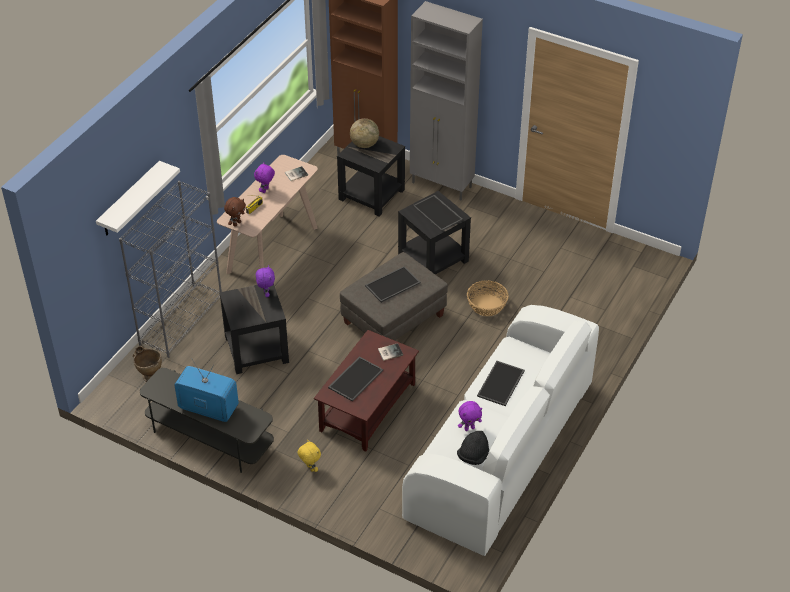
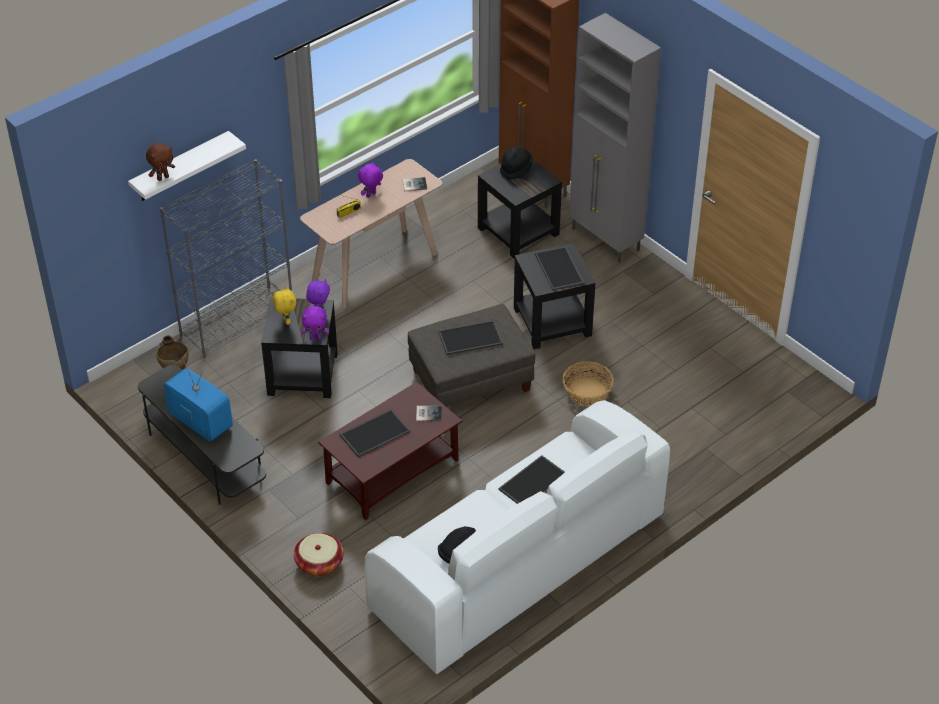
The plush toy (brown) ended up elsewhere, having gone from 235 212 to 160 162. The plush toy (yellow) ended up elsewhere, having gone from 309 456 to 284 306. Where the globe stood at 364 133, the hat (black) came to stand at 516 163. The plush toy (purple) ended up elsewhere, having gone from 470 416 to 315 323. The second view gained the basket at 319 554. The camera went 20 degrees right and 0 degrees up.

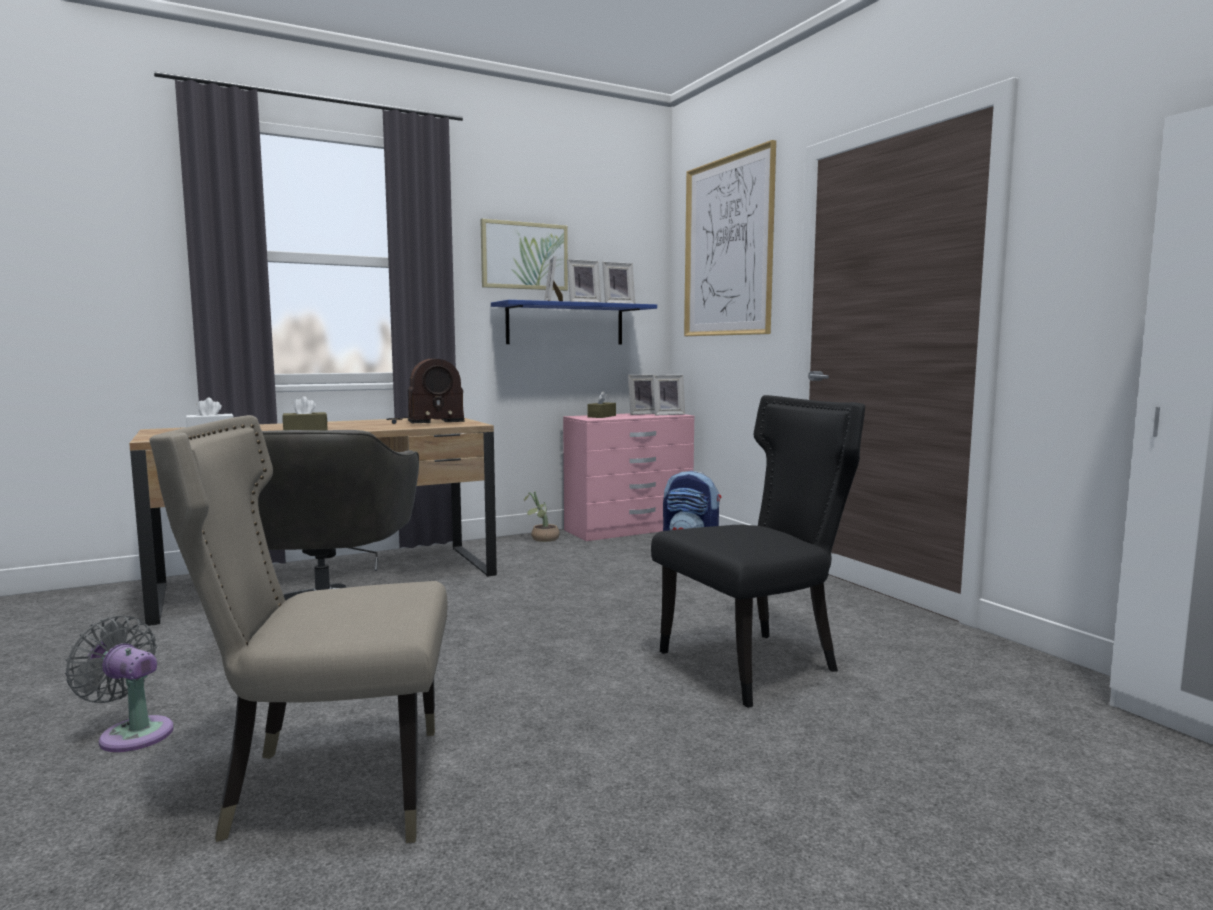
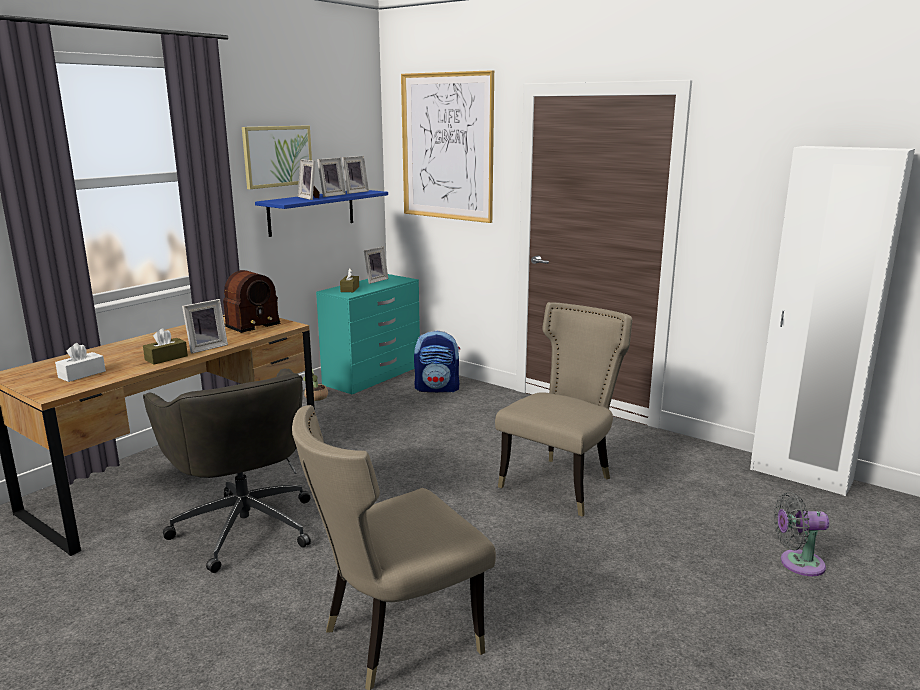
The fan (grey) ended up elsewhere, having gone from 119 683 to 801 534. What was the dresser (pink) at 628 477 turned into the dresser (turquoise) at 368 334. What was the chair (black) at 758 551 turned into the chair (beige) at 563 409. The picture frame ended up elsewhere, having gone from 669 395 to 205 326. The camera went 25 degrees left and 10 degrees up.

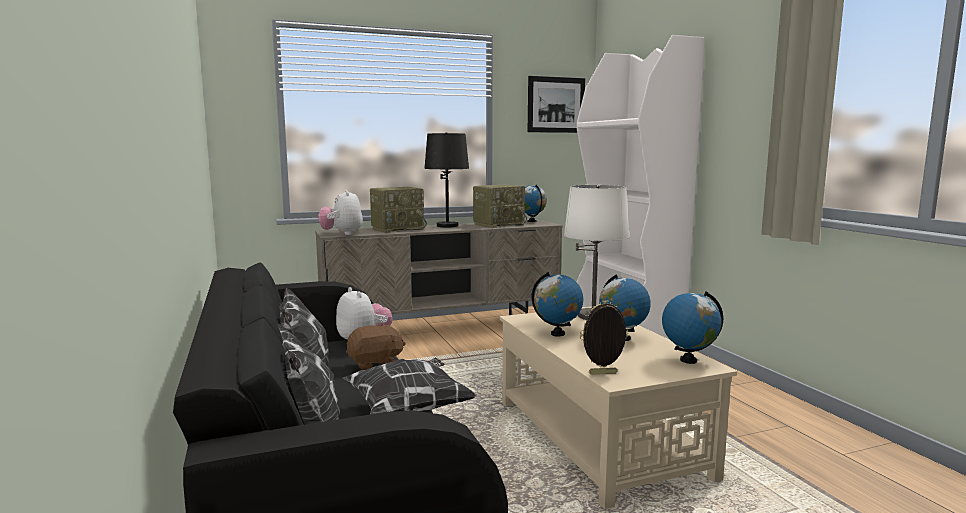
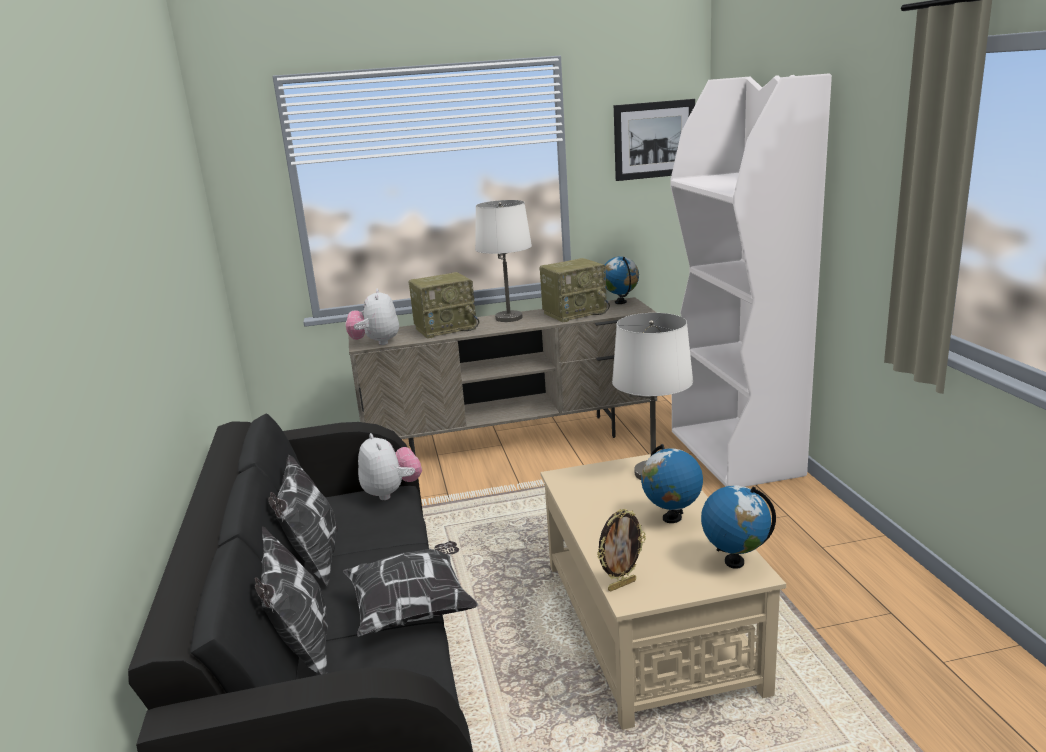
The second view lost the plush toy (brown) at 376 347. What was the table lamp (black) at 446 180 turned into the table lamp (white) at 503 261. The second view lost the globe at 558 304. The picture frame at 604 337 ended up facing another way, 150 degrees clockwise from before. The camera went 10 degrees right and 10 degrees up.

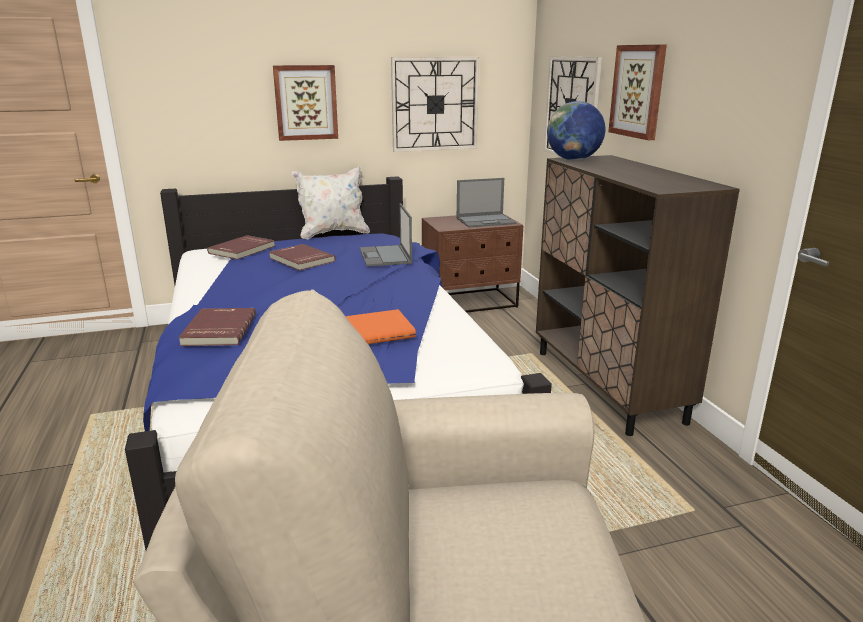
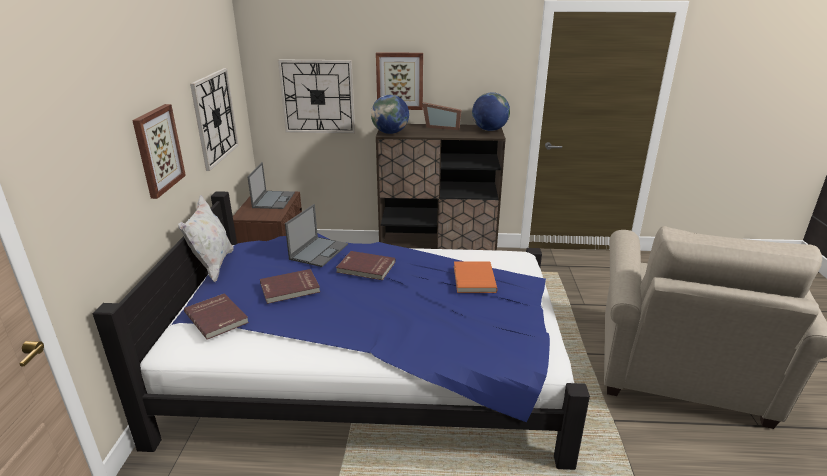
The book (red) ended up elsewhere, having gone from 217 327 to 365 265. The laptop at 386 234 ended up facing another way, 75 degrees counterclockwise from before. The second view gained the picture frame at 441 116. The second view gained the globe at 491 111. The camera went 70 degrees left and 5 degrees up.

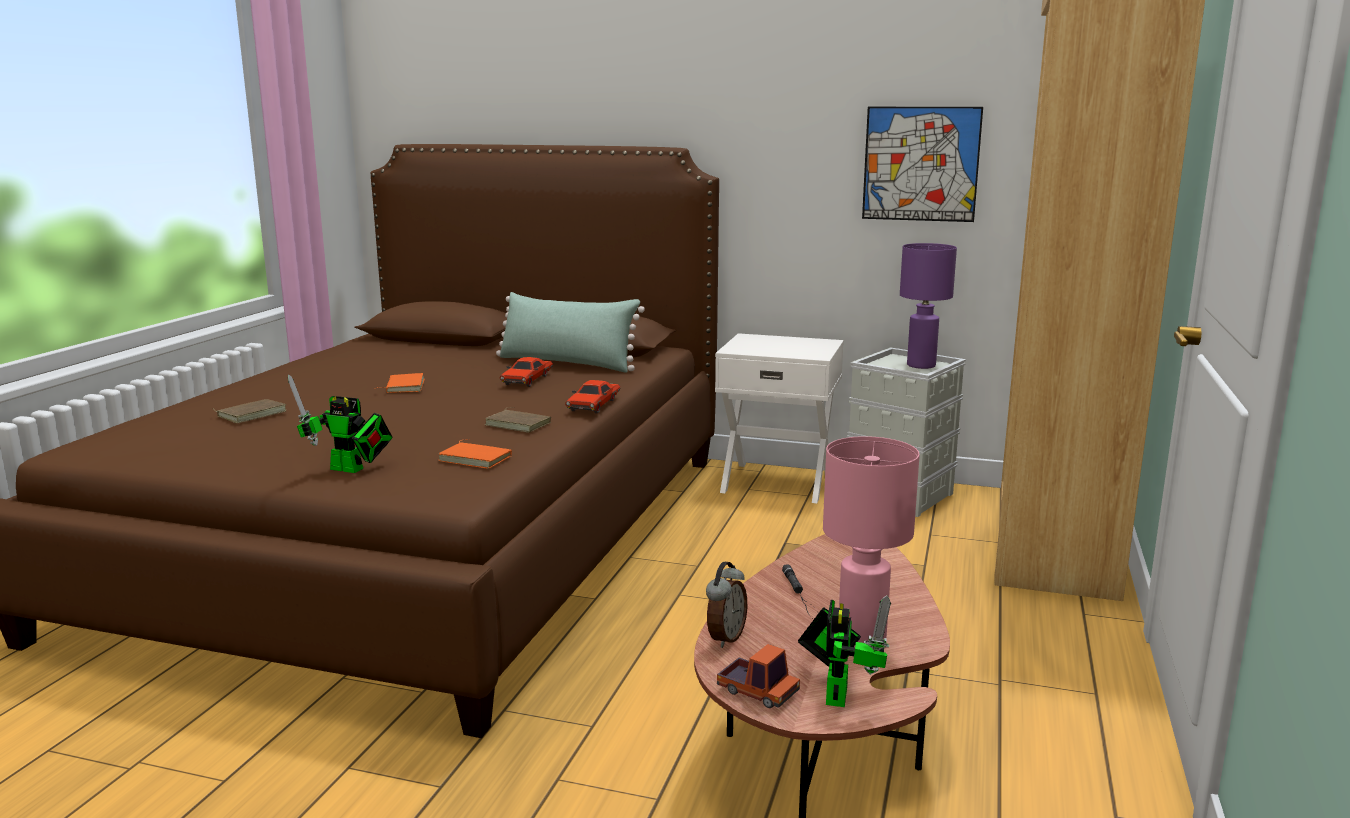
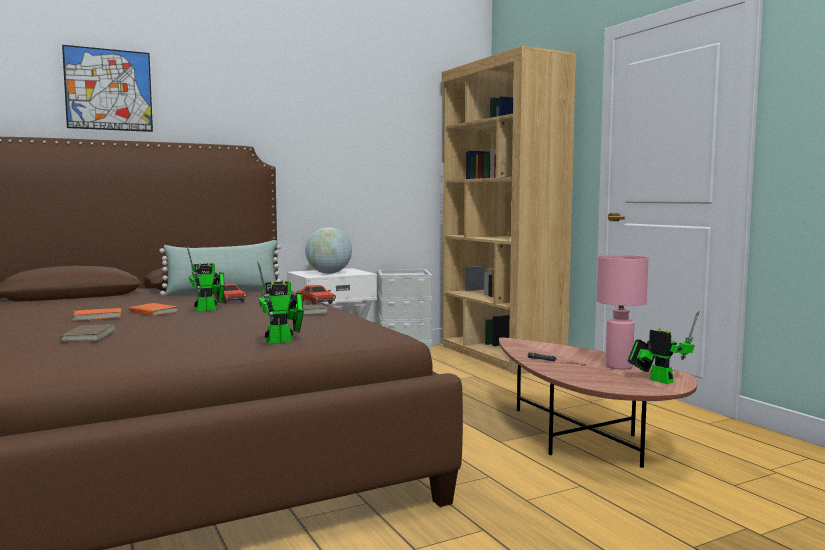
The book (orange) ended up elsewhere, having gone from 475 454 to 97 314. The second view lost the alarm clock at 726 605. The second view lost the toy truck at 758 676. The picture ended up elsewhere, having gone from 922 164 to 107 88. The second view lost the table lamp (purple) at 928 306. The second view gained the toy robot at 206 279. The second view gained the globe at 328 250. The camera went 45 degrees left and 10 degrees down.

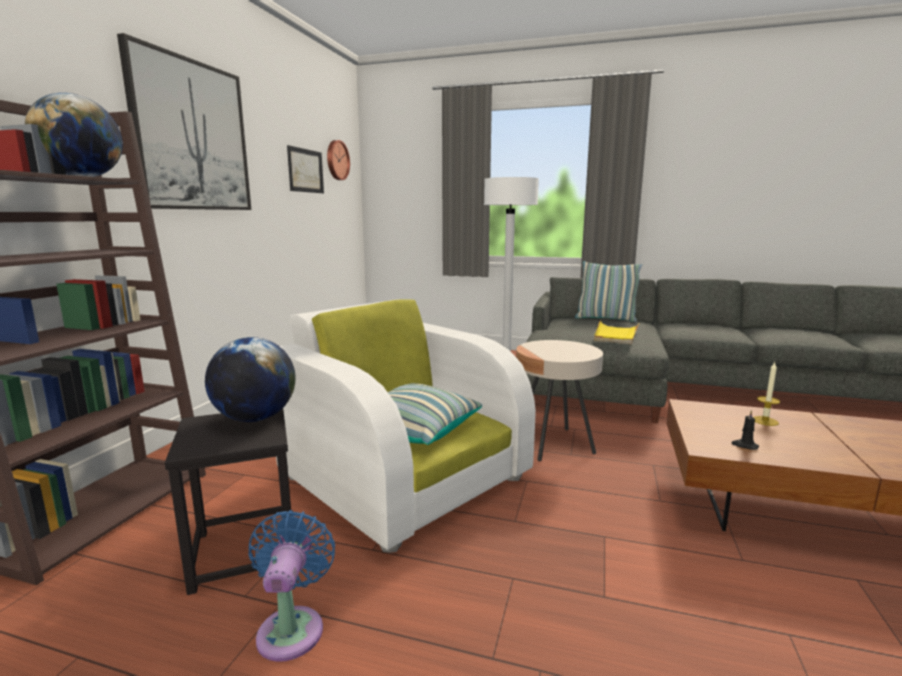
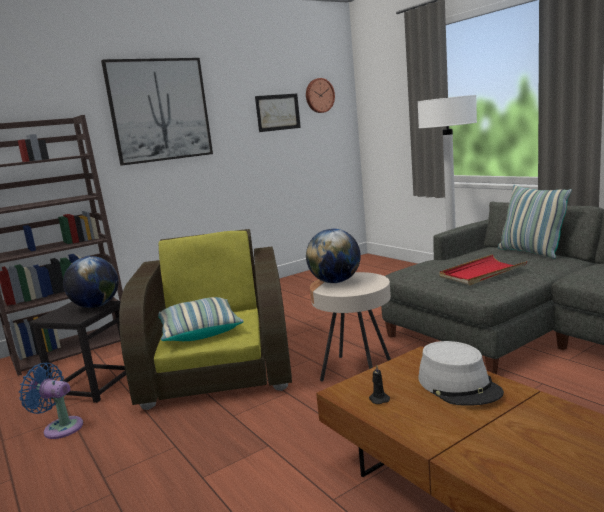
The globe ended up elsewhere, having gone from 74 135 to 333 256. The fan (blue) at 291 586 ended up facing another way, 105 degrees counterclockwise from before. What was the armchair (white) at 406 426 turned into the armchair (brown) at 205 319. What was the tray (yellow) at 616 332 turned into the tray (red) at 483 269. Where the candle stood at 766 394, the hat (grey) came to stand at 461 373. The camera went 40 degrees right and 0 degrees up.

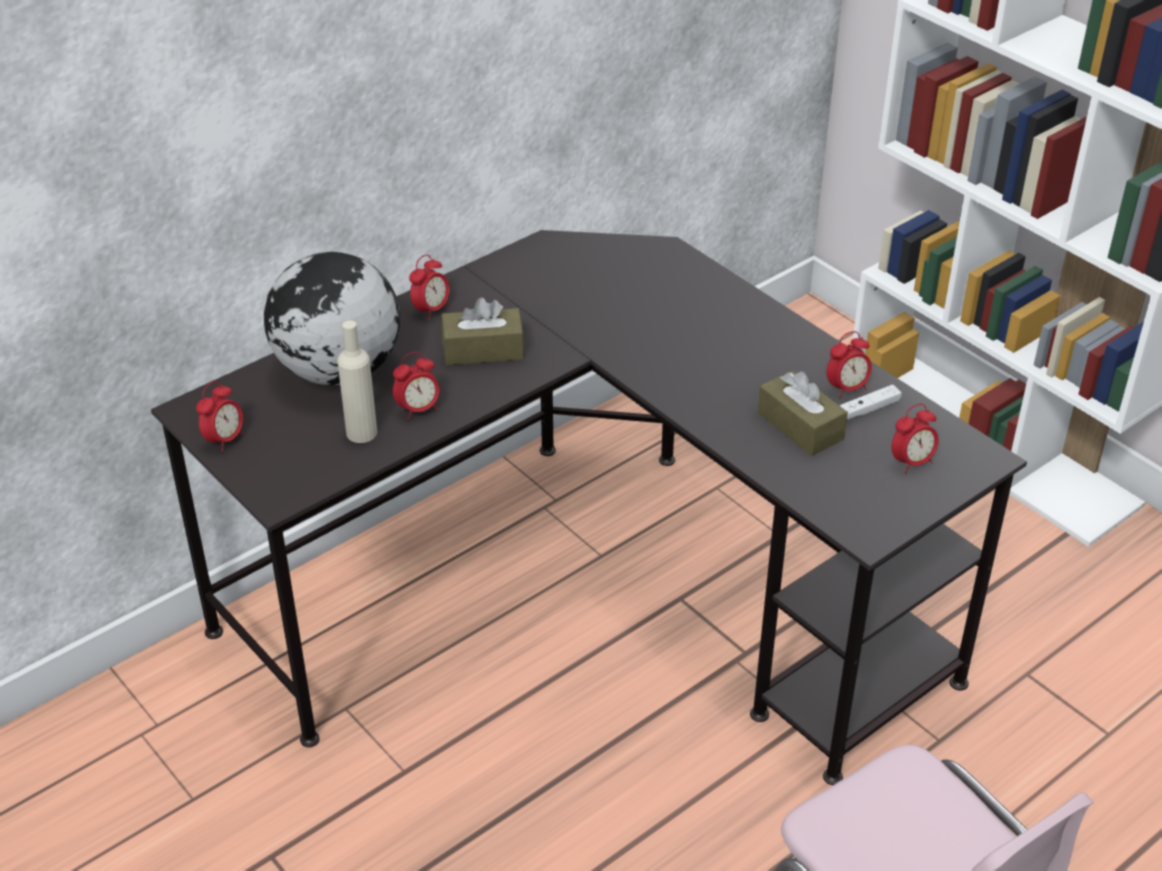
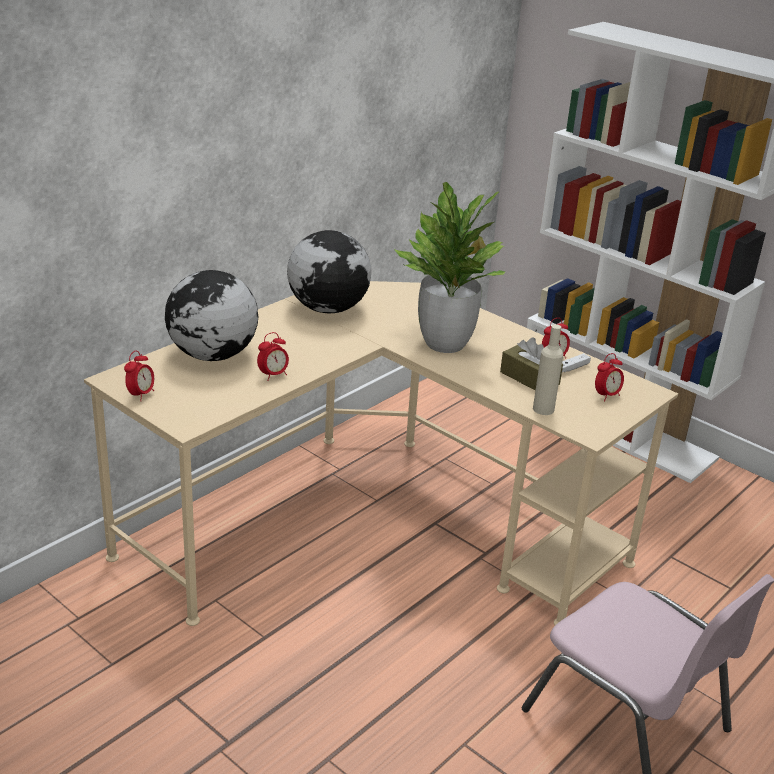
What was the desk (black) at 589 507 turned into the desk (beige) at 381 453. The bottle (beige) ended up elsewhere, having gone from 357 381 to 548 369. The second view lost the alarm clock at 429 287. The second view lost the tissue box (brown) at 483 331. The second view gained the globe at 329 271. The second view gained the potted plant at 449 267. The camera went 10 degrees left and 10 degrees down.

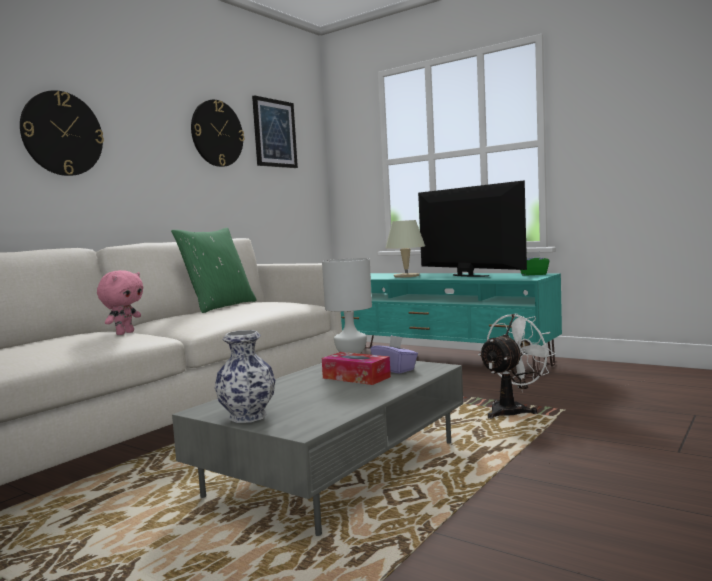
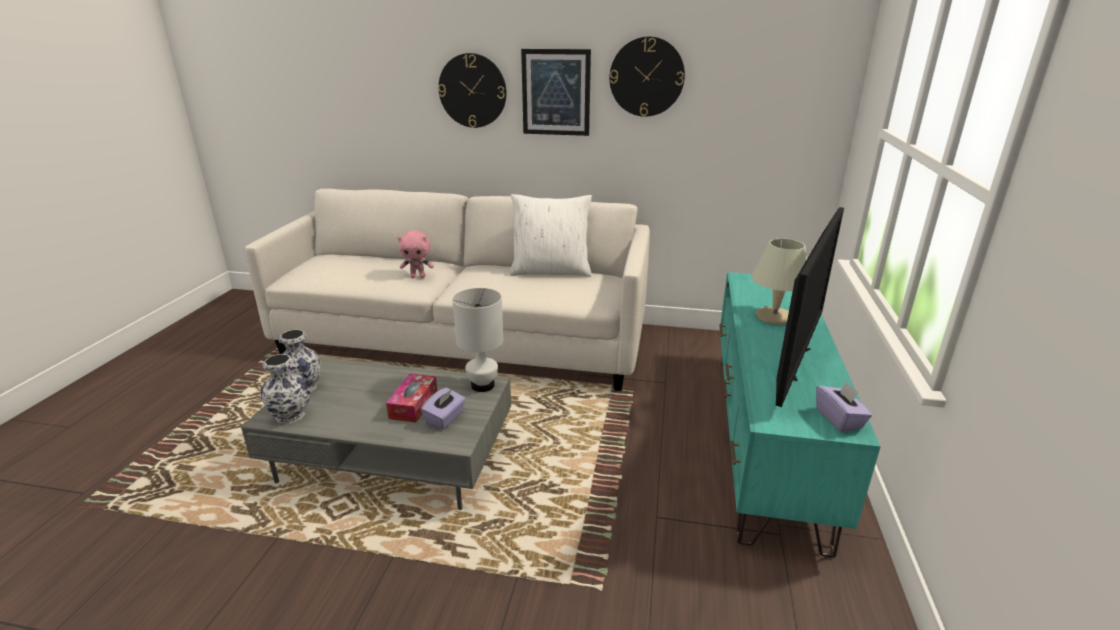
What was the pillow (green) at 213 270 turned into the pillow (white) at 551 235. The picture ended up elsewhere, having gone from 275 131 to 556 92. The second view lost the fan (white) at 517 366. What was the tissue box (green) at 534 263 turned into the tissue box (purple) at 844 406. The second view gained the vase at 285 389. The camera went 65 degrees right and 20 degrees up.

